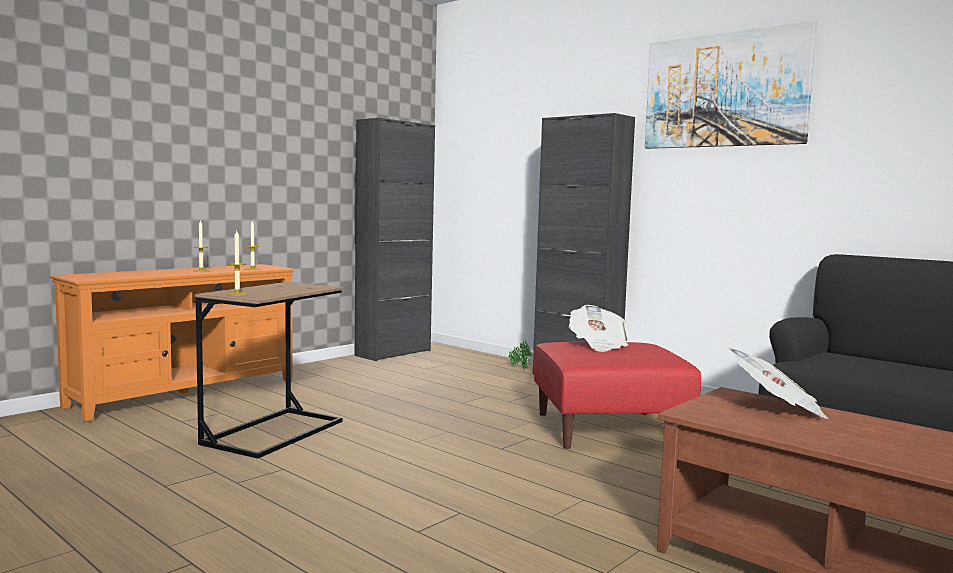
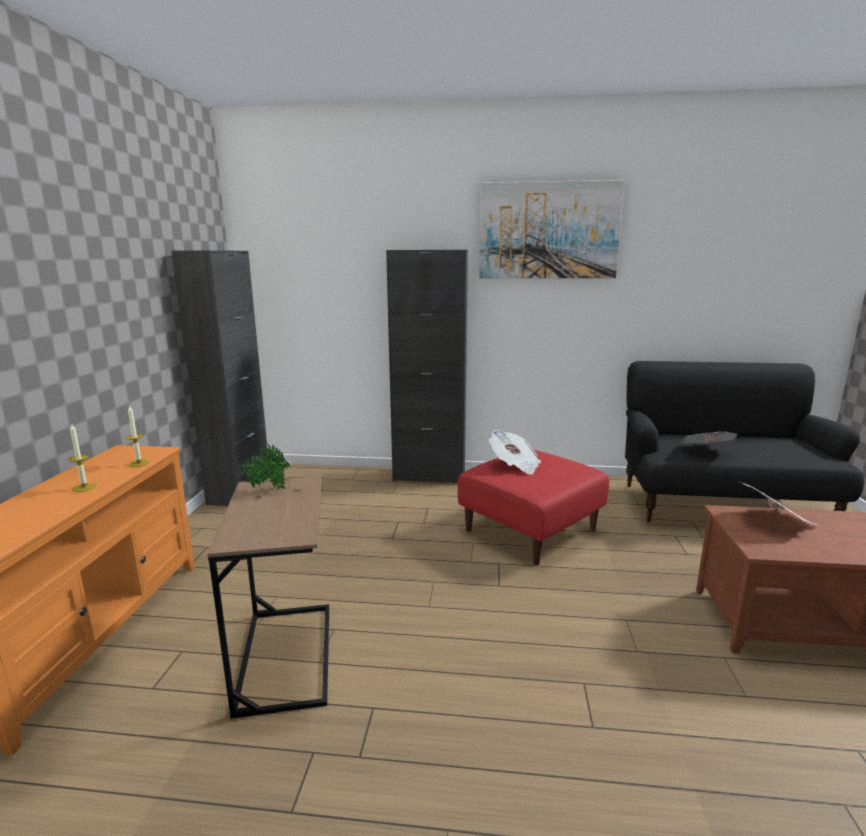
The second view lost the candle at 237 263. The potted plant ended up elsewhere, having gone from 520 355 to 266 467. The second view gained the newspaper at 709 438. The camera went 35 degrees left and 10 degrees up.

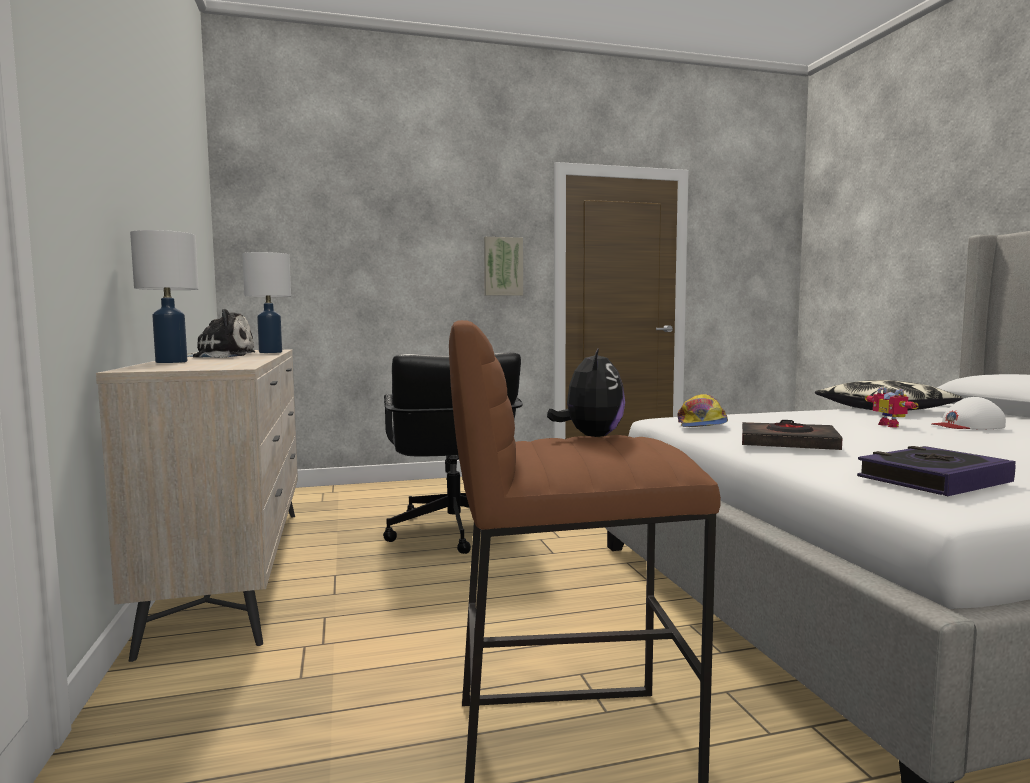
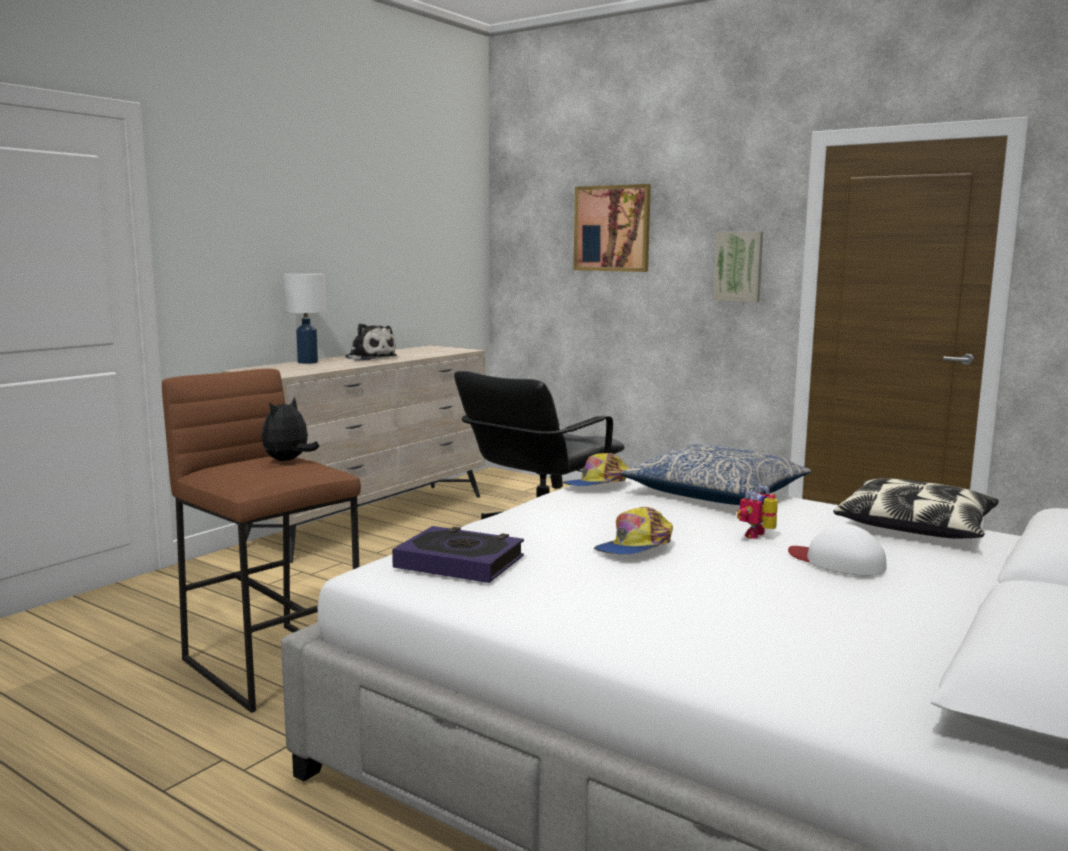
The second view lost the table lamp (white) at 266 302. The plush toy at 586 392 ended up facing another way, 150 degrees clockwise from before. The second view lost the book (black) at 792 435. The second view gained the picture at 612 228. The second view gained the cap at 633 530. The second view gained the pillow at 716 474. The camera went 50 degrees right and 5 degrees up.

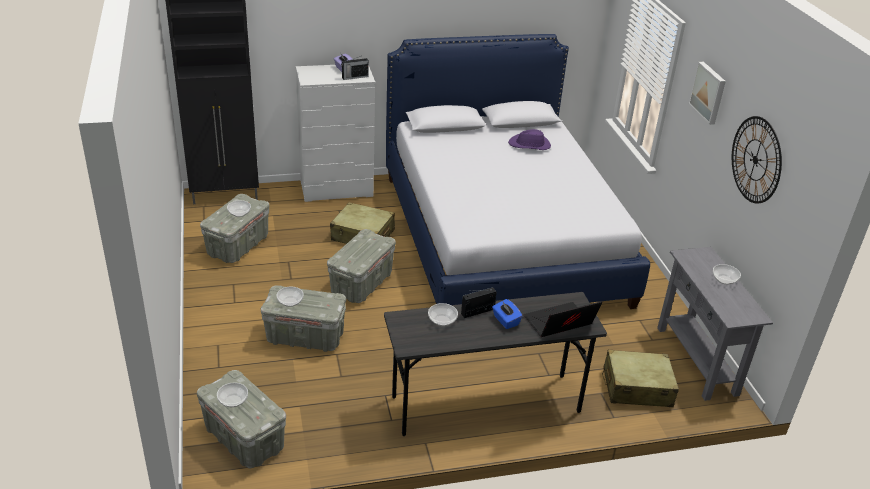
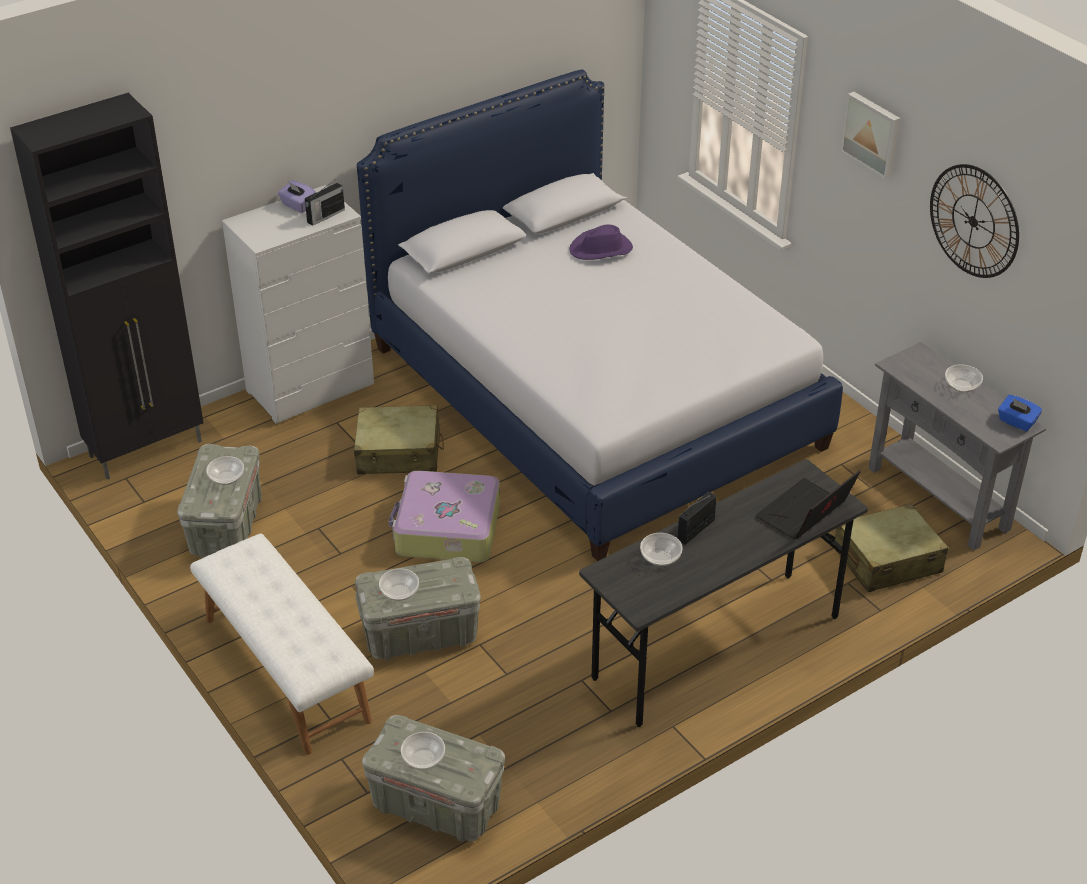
Where the storage box (grey) stood at 361 266, the suitcase came to stand at 444 516. The tissue box (blue) ended up elsewhere, having gone from 507 314 to 1020 413. The second view gained the bench (white) at 282 644. The camera went 20 degrees left and 5 degrees up.

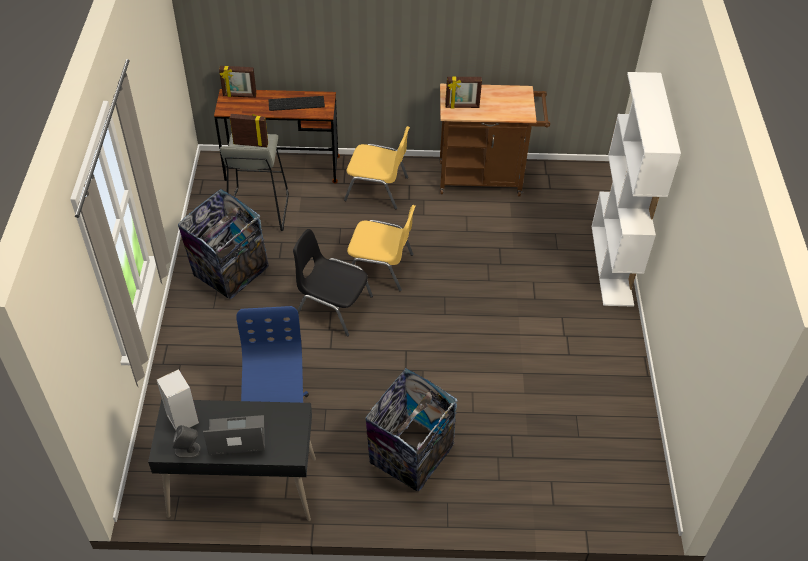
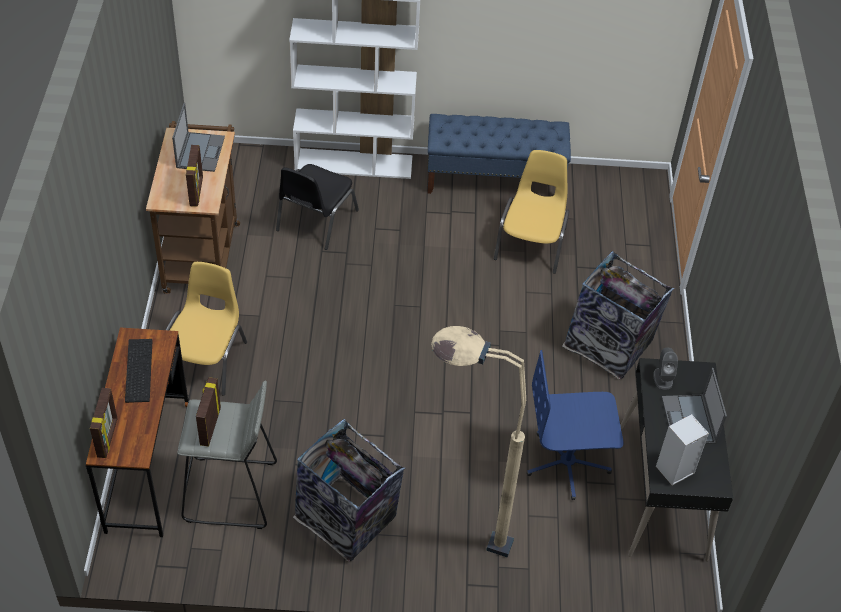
The speaker (grey) ended up elsewhere, having gone from 186 441 to 665 368. The chair (black) ended up elsewhere, having gone from 333 282 to 317 207. The chair (yellow) ended up elsewhere, having gone from 381 248 to 531 212. The second view gained the laptop at 198 137. The second view gained the bench (blue) at 499 154. The second view gained the floor lamp (beige) at 478 442. The camera went 90 degrees left and 0 degrees up.

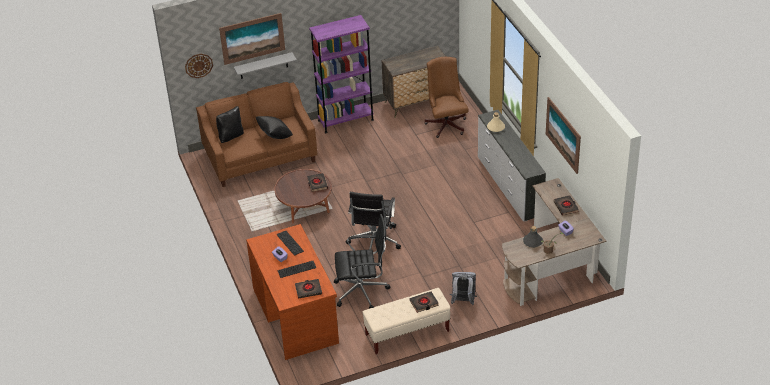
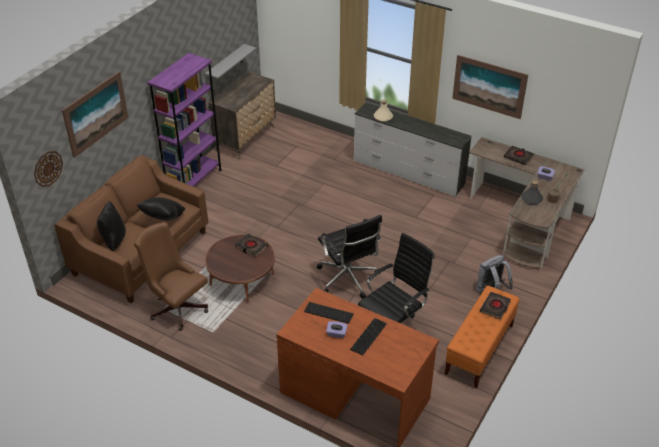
The shelf (grey) ended up elsewhere, having gone from 265 65 to 231 61. The second view lost the book (black) at 308 289. What was the bench (beige) at 407 321 turned into the bench (orange) at 482 337. The office chair (brown) ended up elsewhere, having gone from 446 97 to 171 276. The camera went 40 degrees left and 0 degrees up.

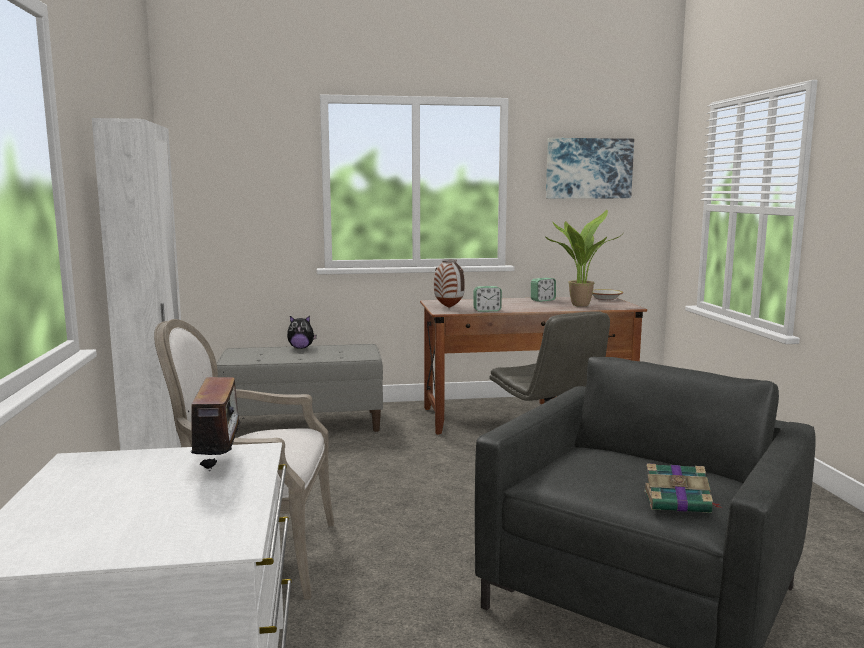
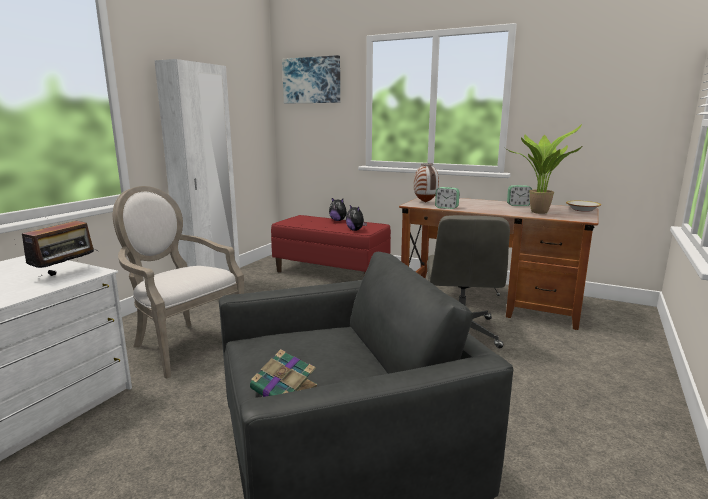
What was the bench (grey) at 300 388 turned into the bench (red) at 331 245. The picture ended up elsewhere, having gone from 590 168 to 311 79. The second view gained the plush toy at 356 218. The camera went 35 degrees right and 5 degrees up.

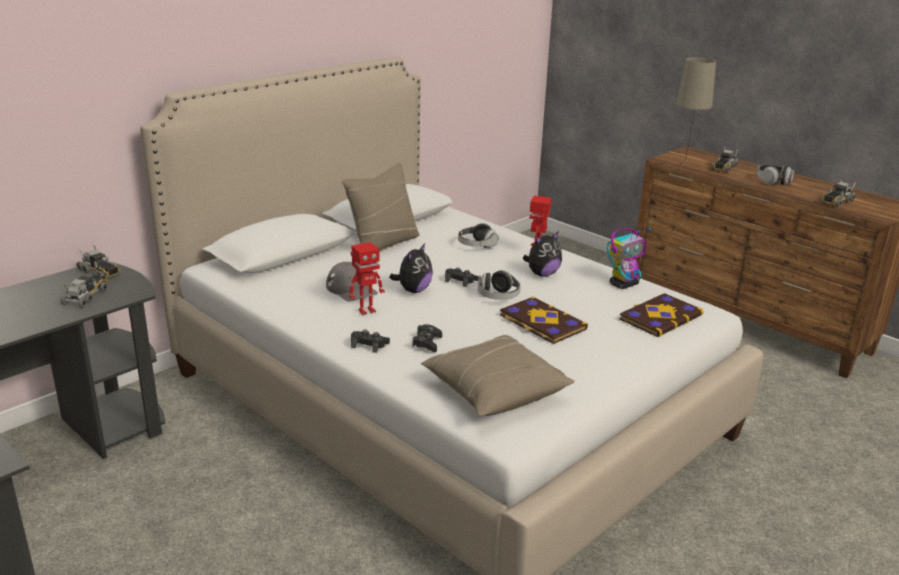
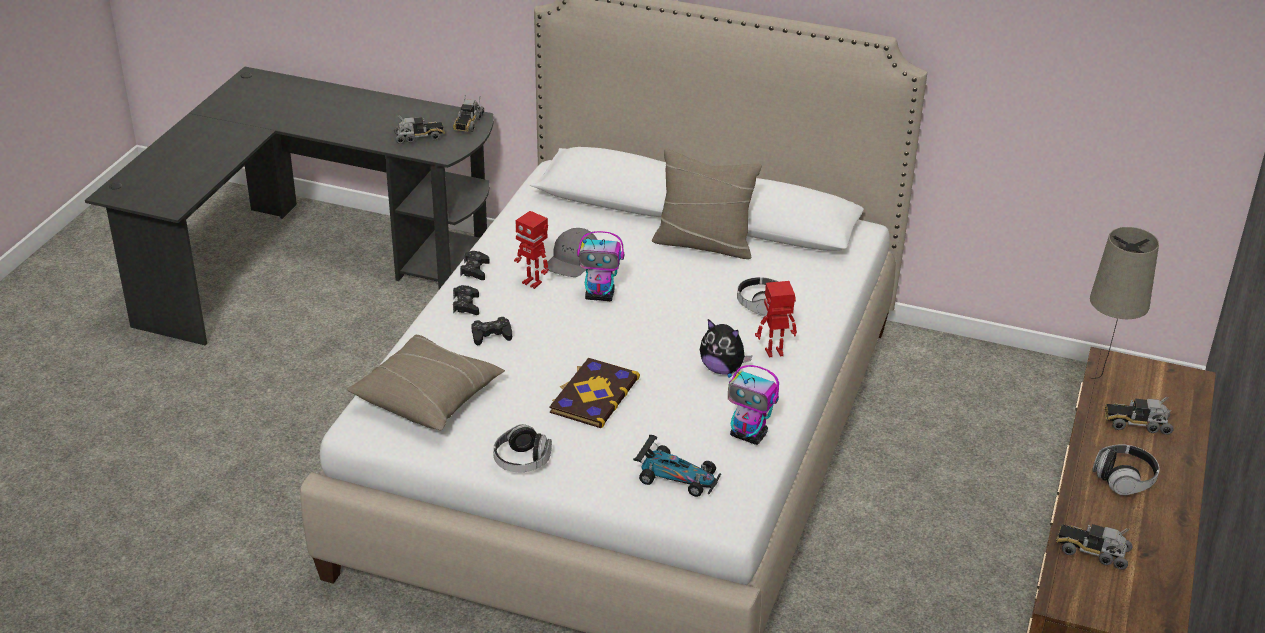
Where the plush toy stood at 411 268, the toy robot came to stand at 600 266. The game controller (black) ended up elsewhere, having gone from 462 277 to 475 265. The headphones ended up elsewhere, having gone from 499 285 to 522 448. Where the book stood at 661 315, the toy car came to stand at 677 466. The camera went 65 degrees right and 10 degrees up.

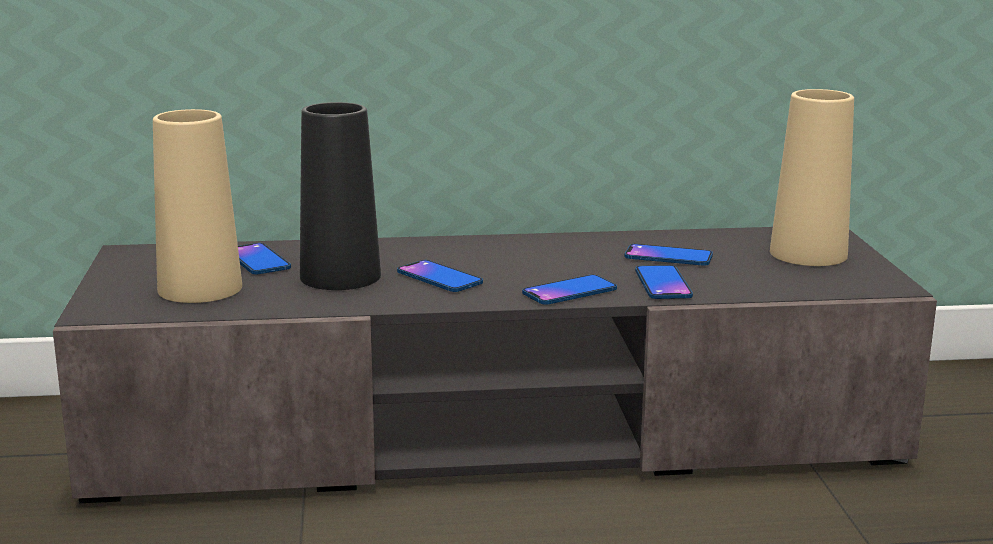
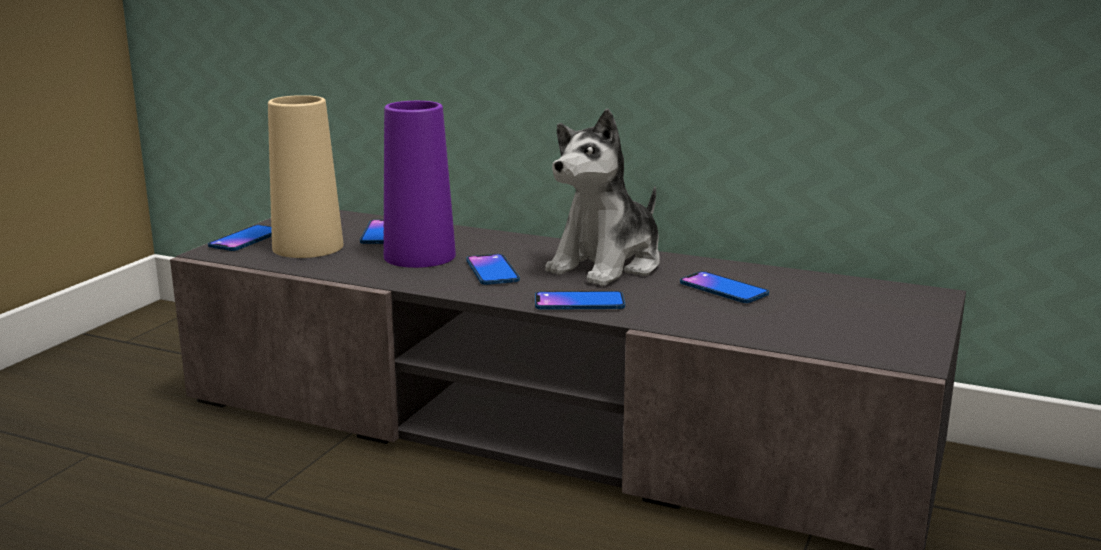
What was the vase (black) at 340 196 turned into the vase (purple) at 420 184. The phone ended up elsewhere, having gone from 664 282 to 240 238. The second view lost the vase (beige) at 812 177. The second view gained the plush toy at 602 197. The camera went 30 degrees right and 0 degrees up.

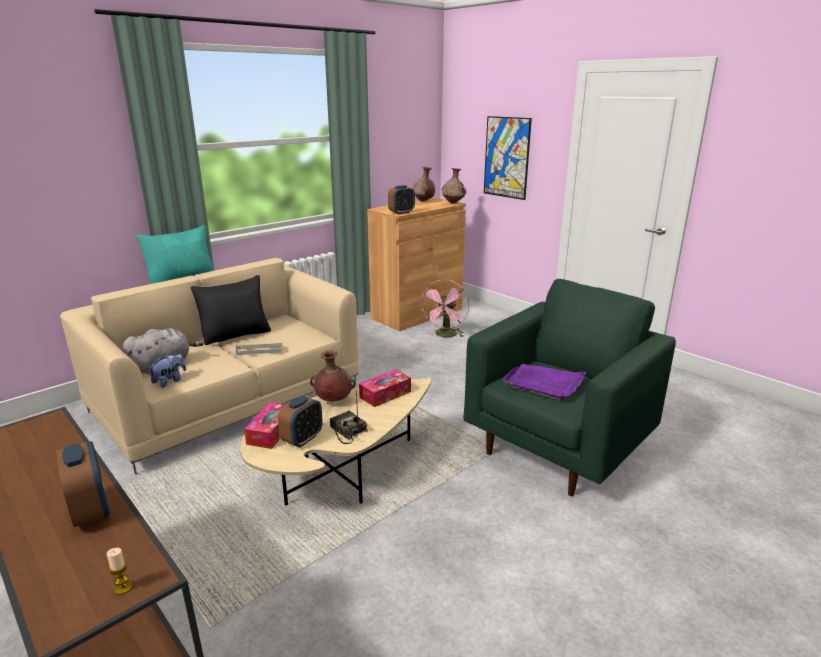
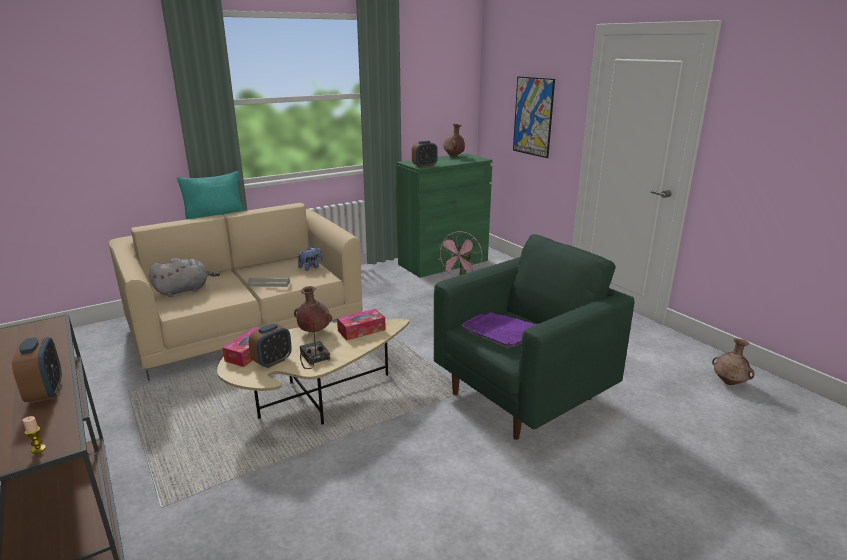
The plush toy ended up elsewhere, having gone from 167 370 to 310 258. The second view lost the pillow (black) at 231 310. What was the cabinet (brown) at 416 264 turned into the cabinet (green) at 444 215. The vase (brown) ended up elsewhere, having gone from 454 185 to 733 362. The camera went 10 degrees right and 0 degrees up.

